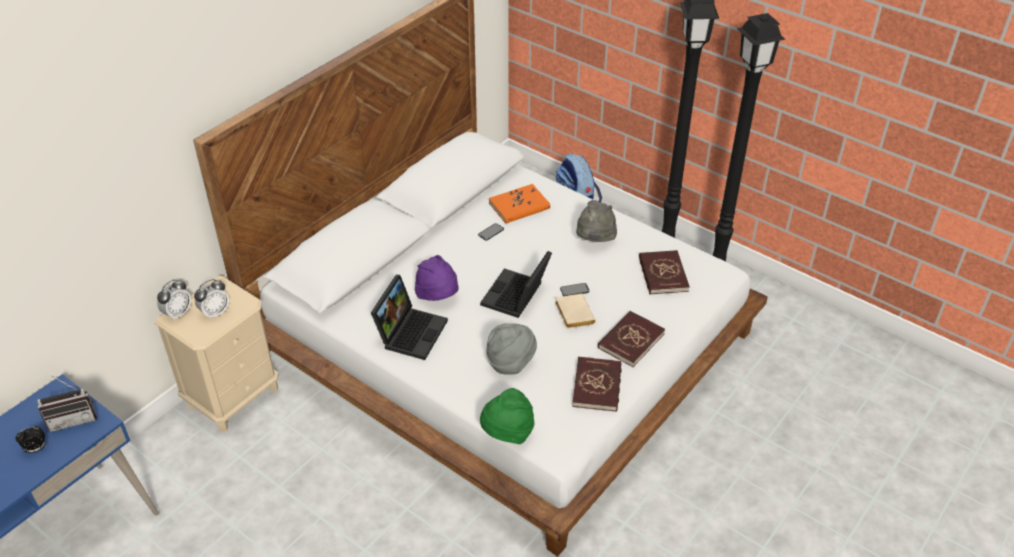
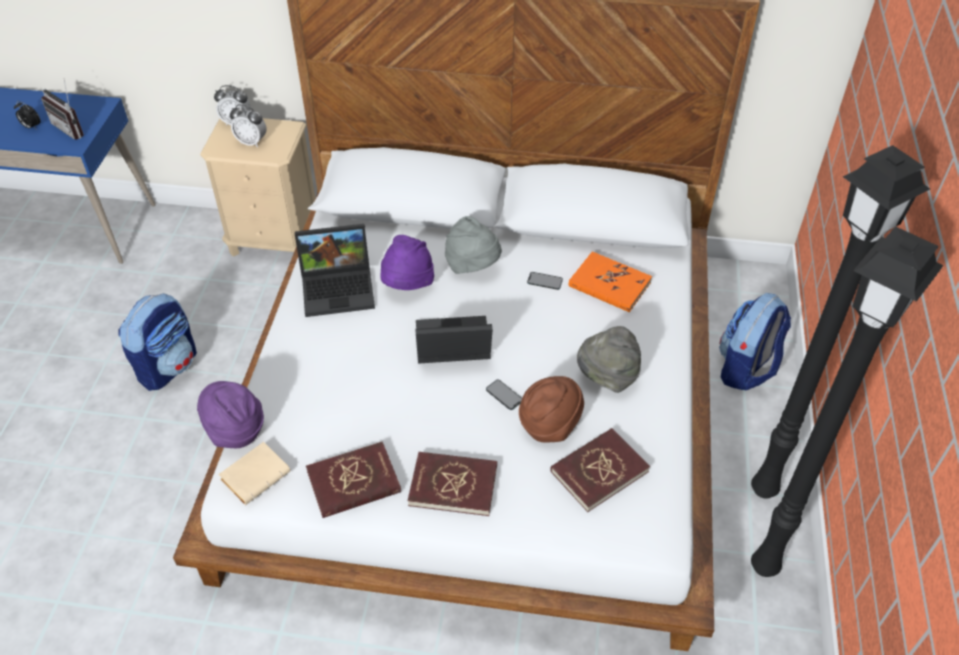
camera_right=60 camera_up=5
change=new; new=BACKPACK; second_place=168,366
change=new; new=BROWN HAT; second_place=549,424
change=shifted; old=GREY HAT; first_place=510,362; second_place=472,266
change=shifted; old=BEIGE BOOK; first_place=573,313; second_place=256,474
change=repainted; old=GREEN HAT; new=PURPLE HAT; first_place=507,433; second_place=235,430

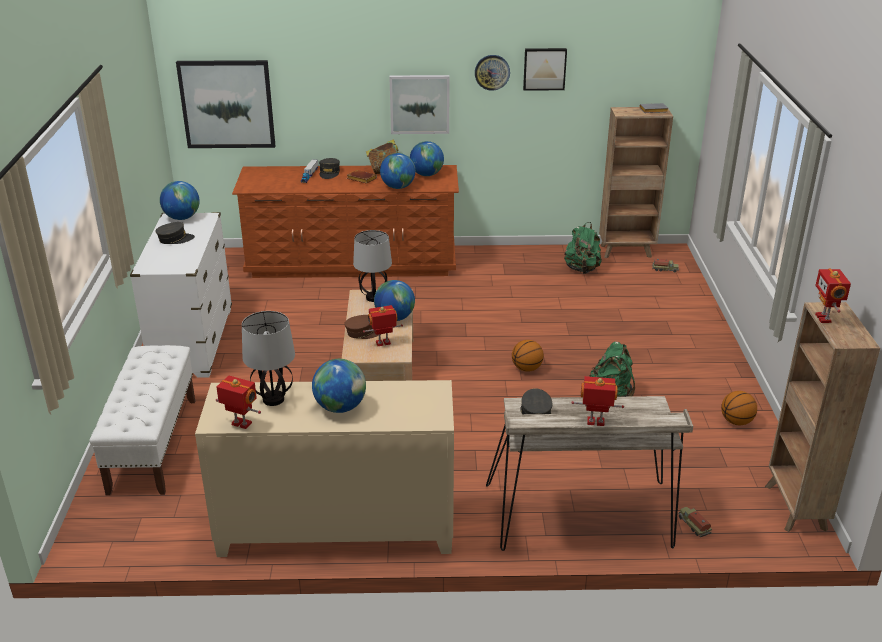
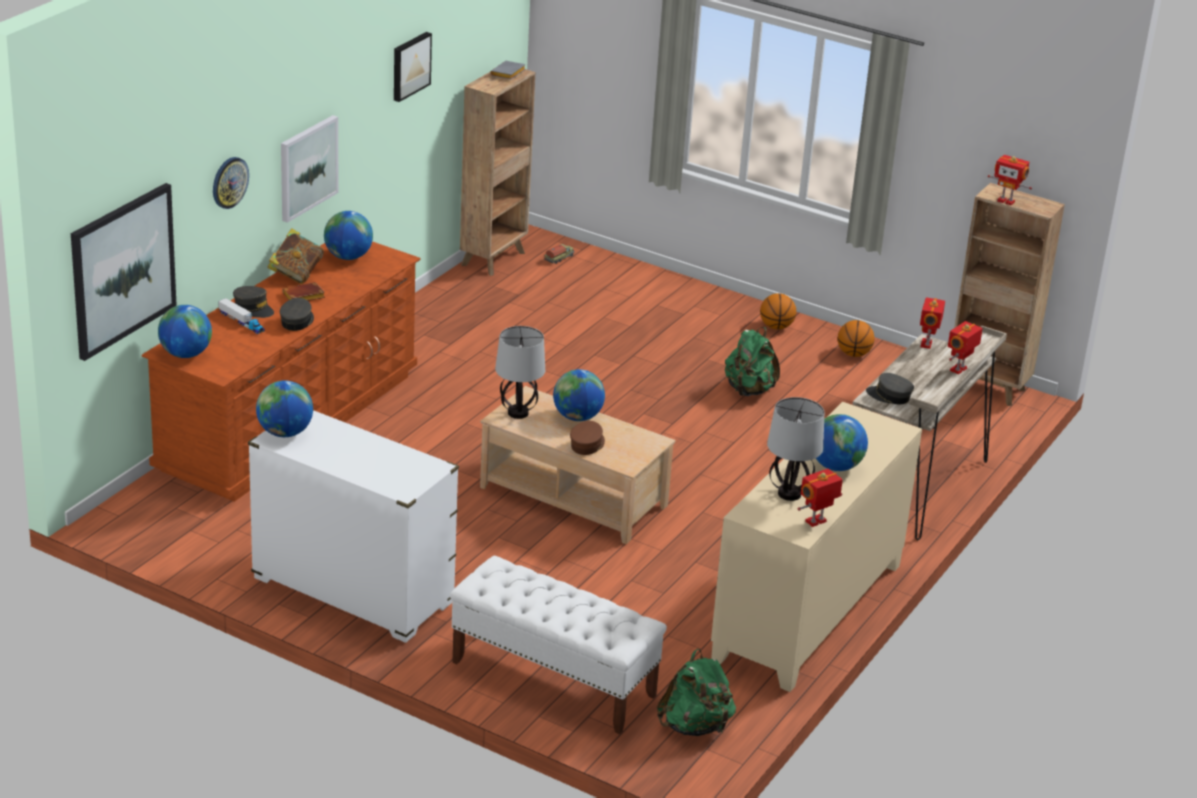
camera_right=-60 camera_up=0
change=gone; old=TOY TRUCK; first_place=693,525
change=shifted; old=GREY CAP; first_place=175,239; second_place=297,321
change=shifted; old=TOY ROBOT; first_place=383,343; second_place=927,344
change=shifted; old=GLOBE; first_place=398,187; second_place=185,354
change=shifted; old=WALL CLOCK; first_place=492,72; second_place=229,182
change=shifted; old=BASKETBALL; first_place=527,368; second_place=776,327
change=shifted; old=GREEN BACKPACK; first_place=582,269; second_place=695,726

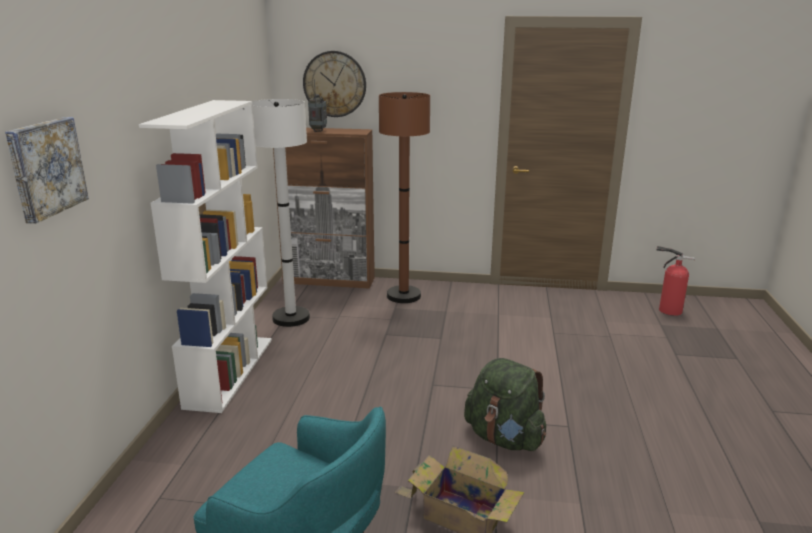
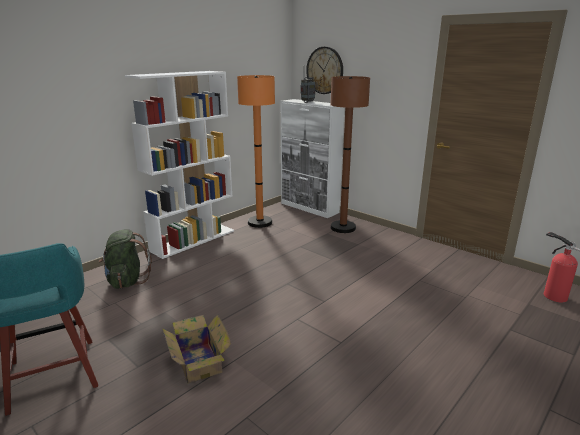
camera_right=35 camera_up=0
change=gone; old=PICTURE; first_place=45,168
change=shifted; old=GREEN BACKPACK; first_place=504,438; second_place=127,281
change=repainted; old=WHITE FLOOR LAMP; new=ORANGE FLOOR LAMP; first_place=291,318; second_place=260,222
change=repainted; old=BROWN CABINET; new=WHITE CABINET; first_place=329,280; second_place=309,208

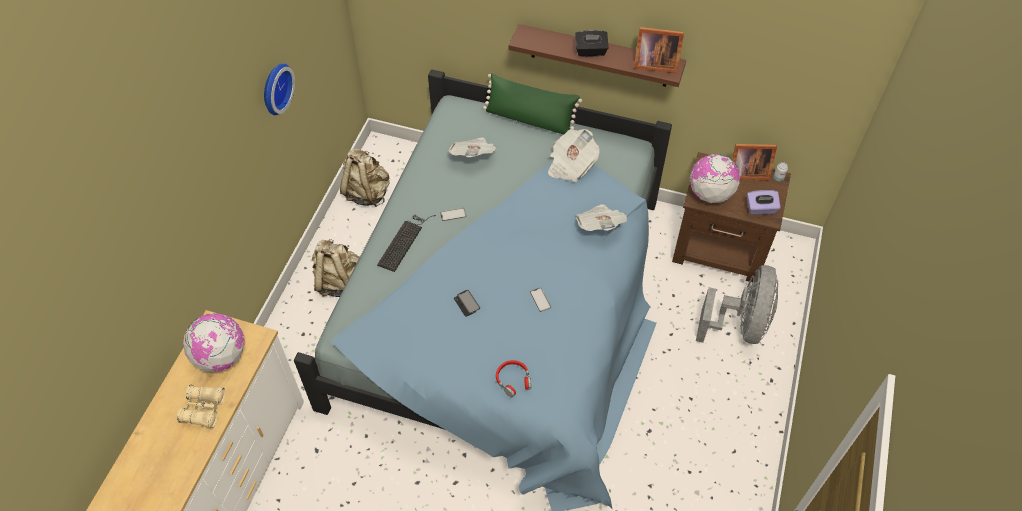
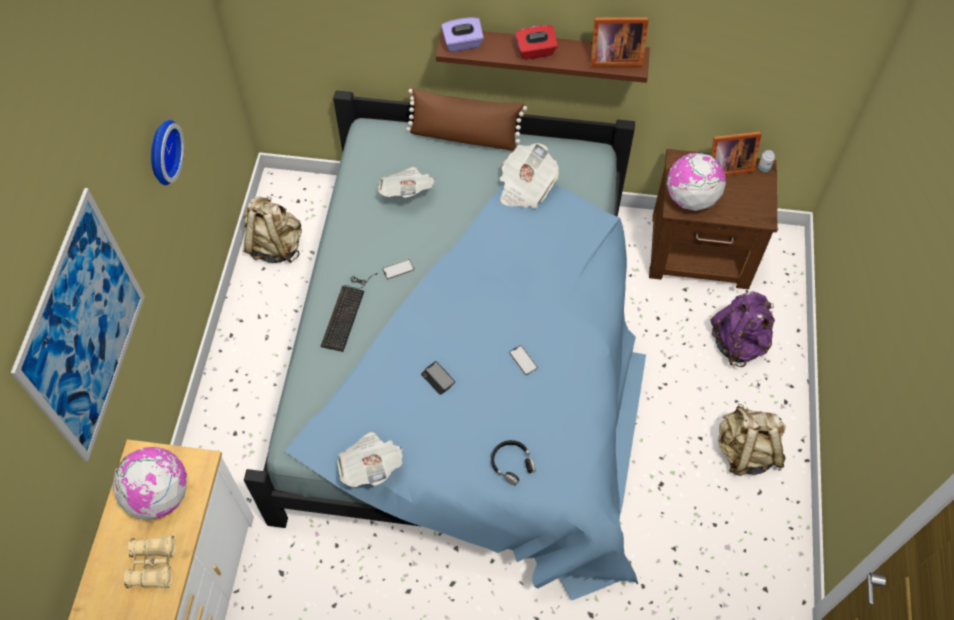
camera_right=-10 camera_up=5
change=new; new=PICTURE; second_place=84,329
change=shifted; old=BEIGE BACKPACK; first_place=339,282; second_place=745,451
change=shifted; old=NEWSPAPER; first_place=600,226; second_place=371,466
change=shifted; old=PURPLE TISSUE BOX; first_place=760,209; second_place=462,44
change=swapped; old=GREY FAN; new=PURPLE BACKPACK; first_place=740,325; second_place=739,342
change=repainted; old=GREEN PILLOW; new=BROWN PILLOW; first_place=530,120; second_place=465,136
change=repainted; old=RED HEADPHONES; new=BLACK HEADPHONES; first_place=513,380; second_place=512,464
change=repainted; old=BLACK TISSUE BOX; new=RED TISSUE BOX; first_place=590,51; second_place=535,51

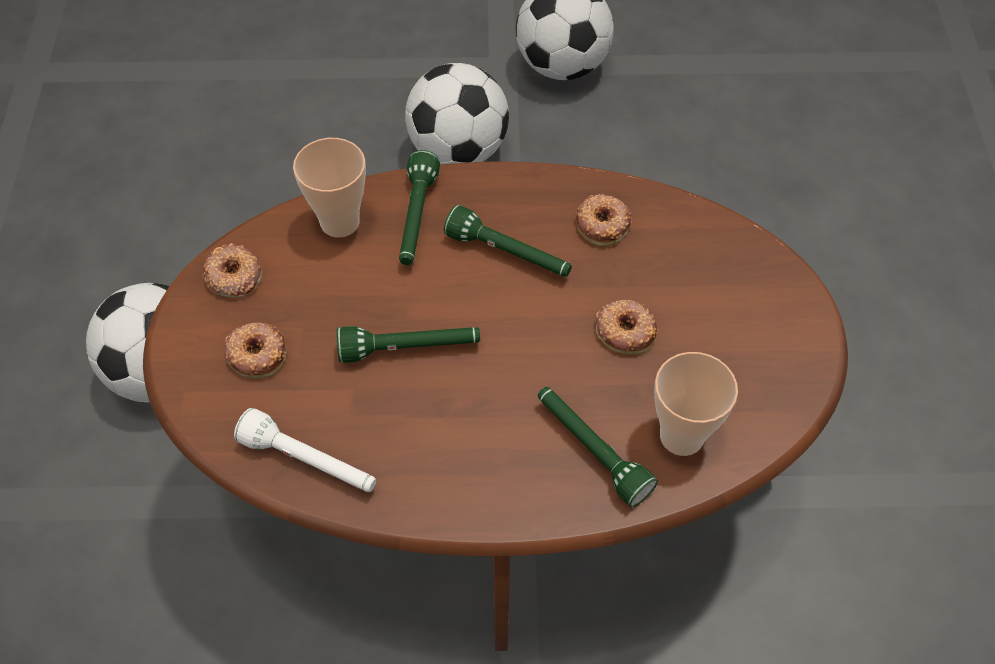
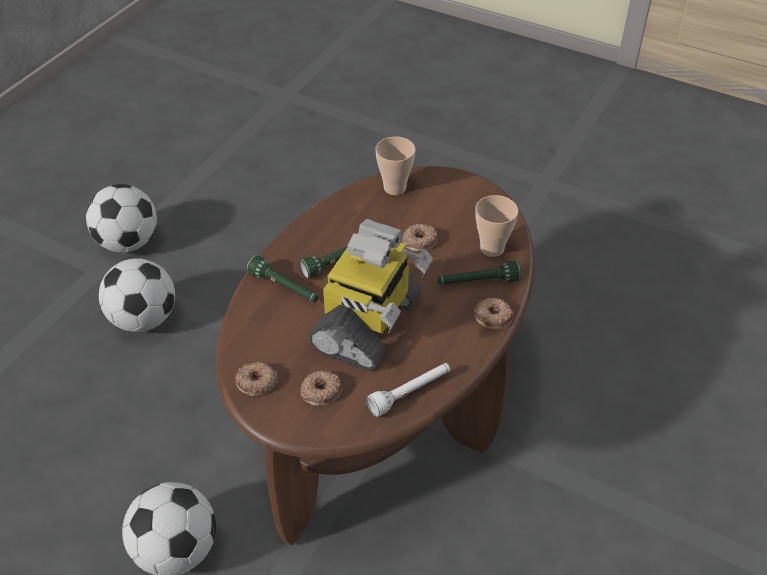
camera_right=-60 camera_up=-10
change=shifted; old=CUP; first_place=340,222; second_place=395,188
change=shifted; old=DONUT; first_place=603,223; second_place=493,316
change=swapped; old=GREEN FLASHLIGHT; new=TOY ROBOT; first_place=410,349; second_place=369,324

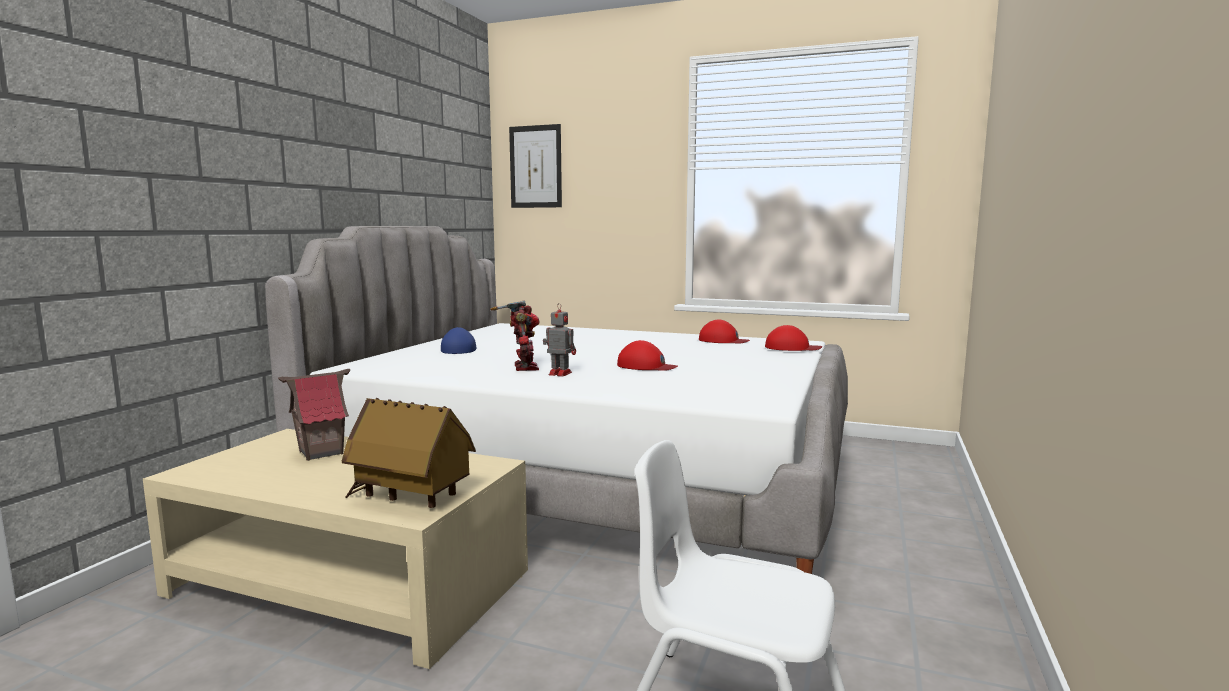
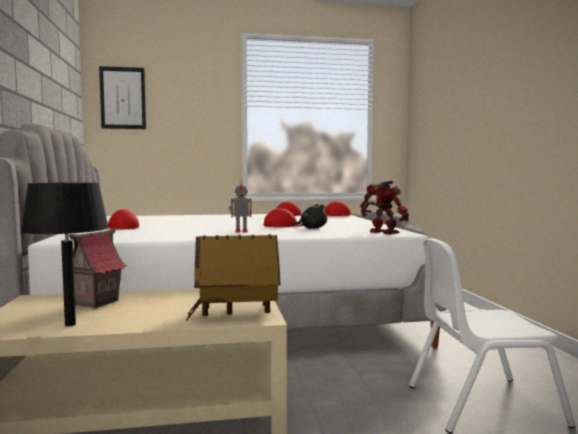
camera_right=-30 camera_up=-5
change=new; new=BLACK TABLE LAMP; second_place=70,324
change=new; new=BLACK PLUSH TOY; second_place=311,228
change=shifted; old=TOY ROBOT; first_place=523,367; second_place=383,232
change=repainted; old=BLUE CAP; new=RED CAP; first_place=459,349; second_place=122,227

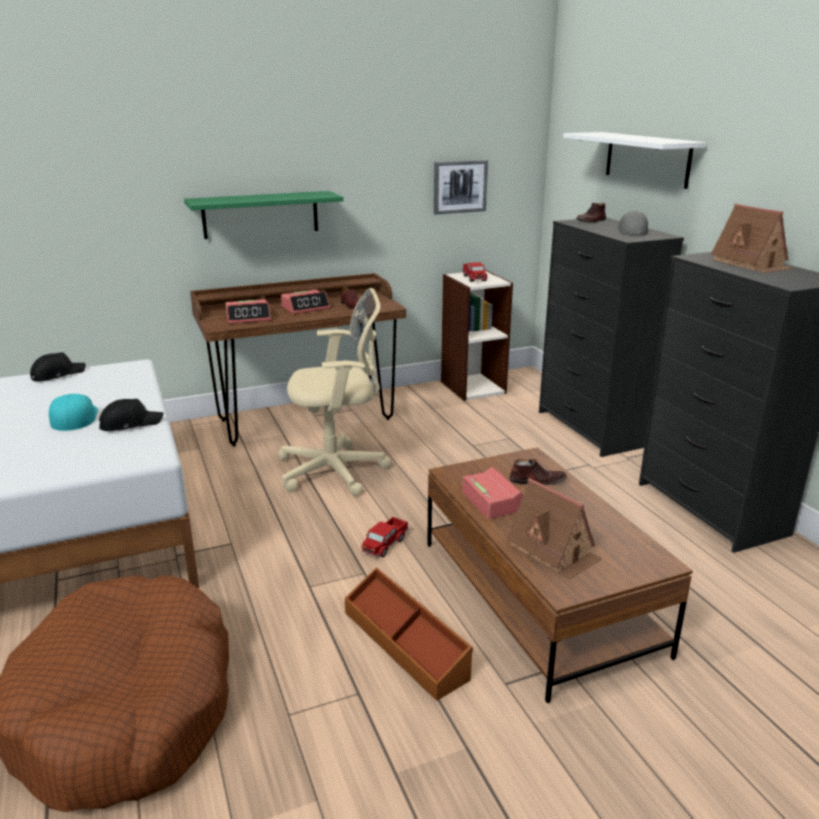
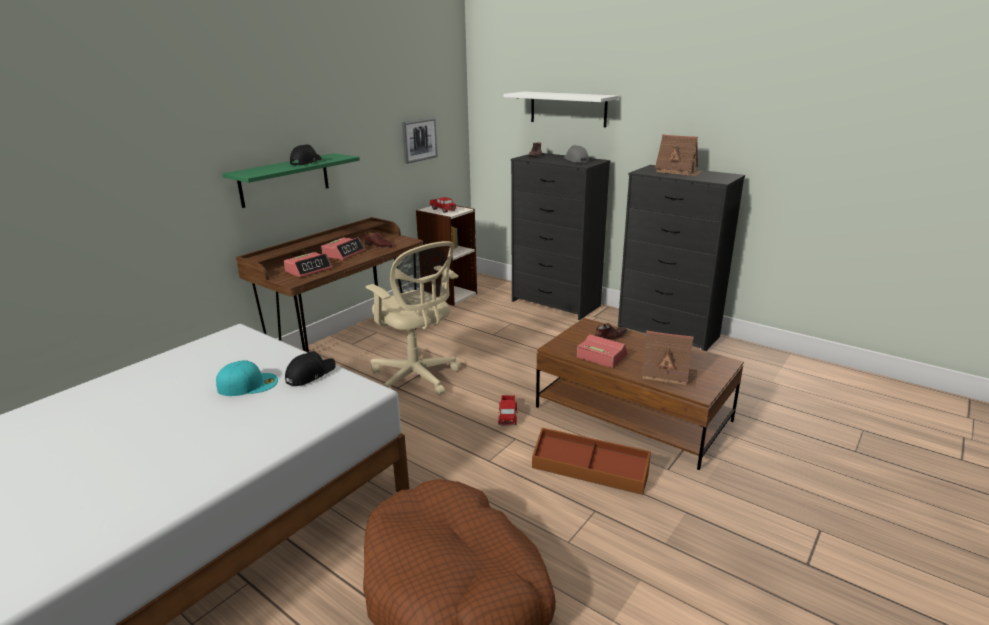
camera_right=-30 camera_up=0
change=shifted; old=BLACK CAP; first_place=57,374; second_place=305,162
change=rotated; old=TURQUOISE CAP; first_place=73,417; second_place=248,384; degrees=120
change=rotated; old=BEIGE OFFICE CHAIR; first_place=337,470; second_place=417,378; degrees=90

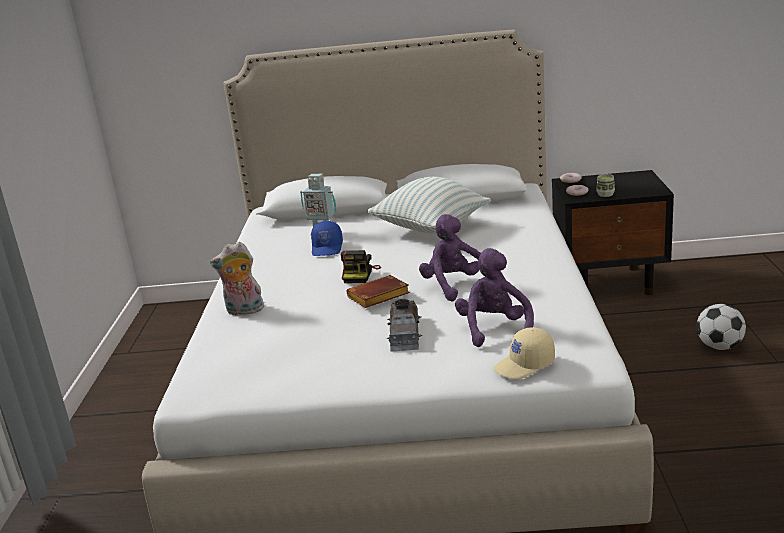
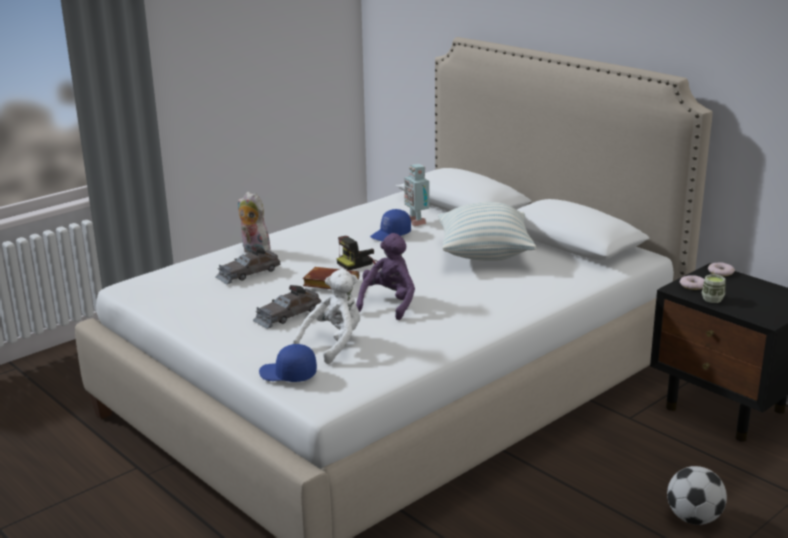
camera_right=45 camera_up=0
change=new; new=GREY TOY CAR; second_place=248,273
change=repainted; old=PURPLE PLUSH TOY; new=WHITE PLUSH TOY; first_place=494,329; second_place=334,344
change=repainted; old=BEIGE CAP; new=BLUE CAP; first_place=525,365; second_place=288,375

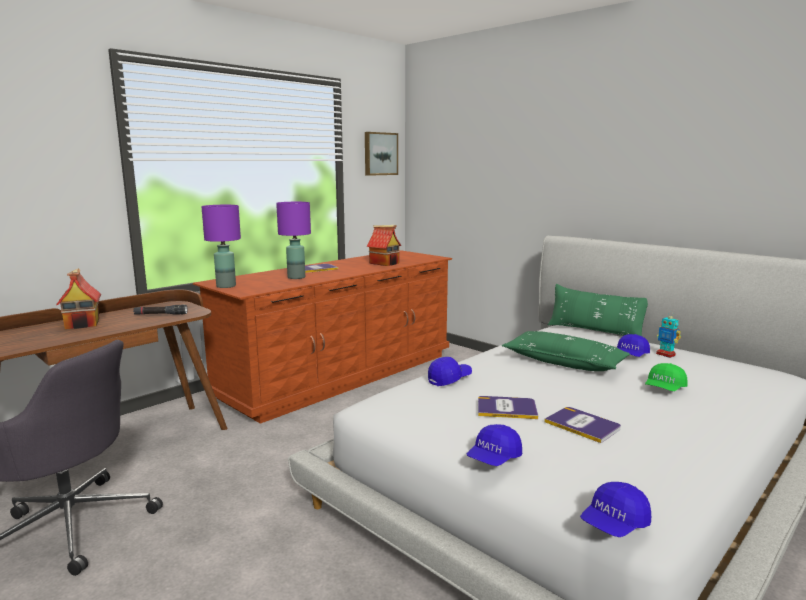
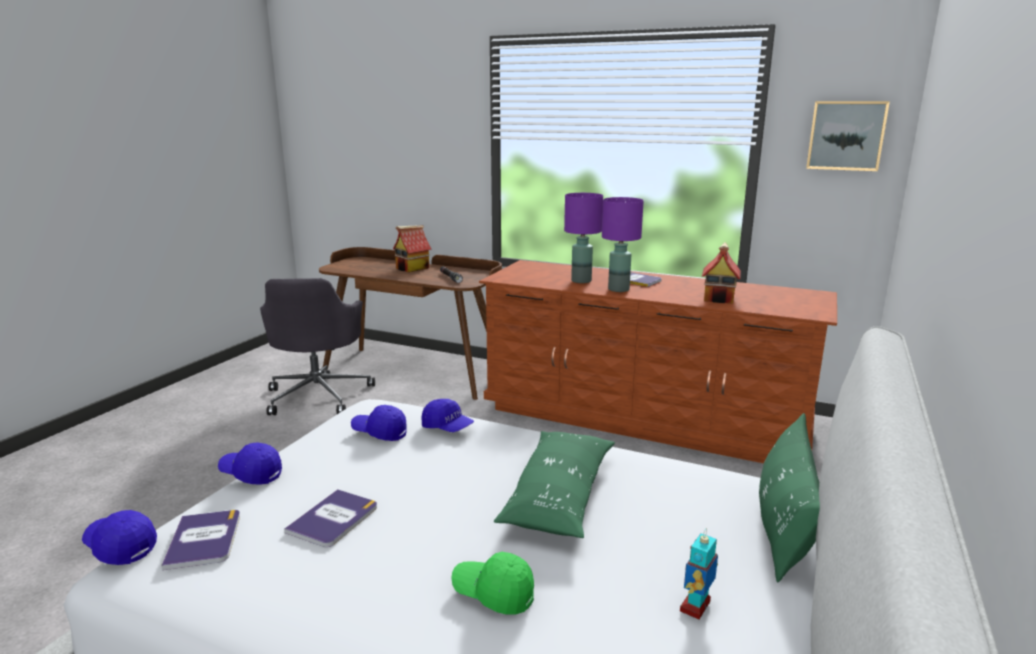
camera_right=70 camera_up=5
change=shifted; old=PURPLE TABLE LAMP; first_place=225,286; second_place=618,289
change=shifted; old=BOOK; first_place=506,408; second_place=204,540
change=shifted; old=BLUE CAP; first_place=631,355; second_place=379,432

